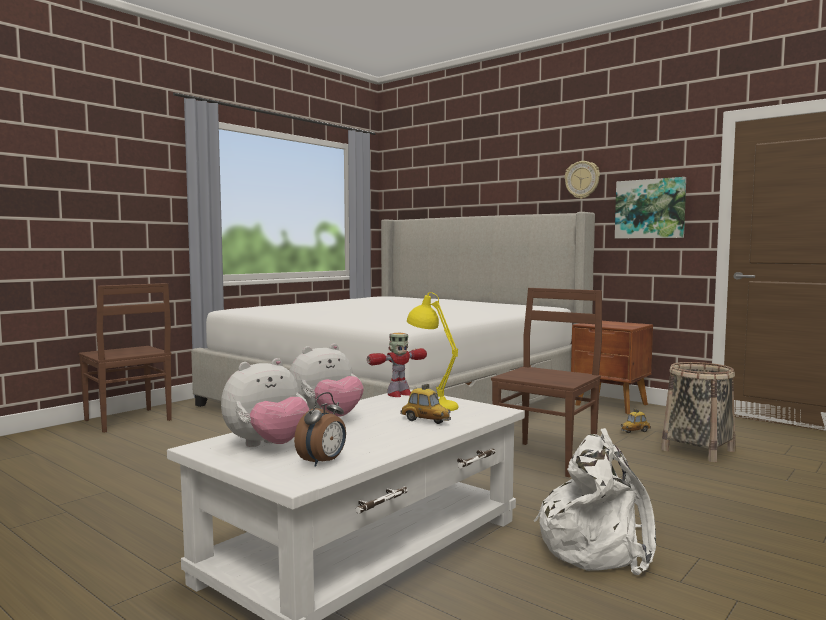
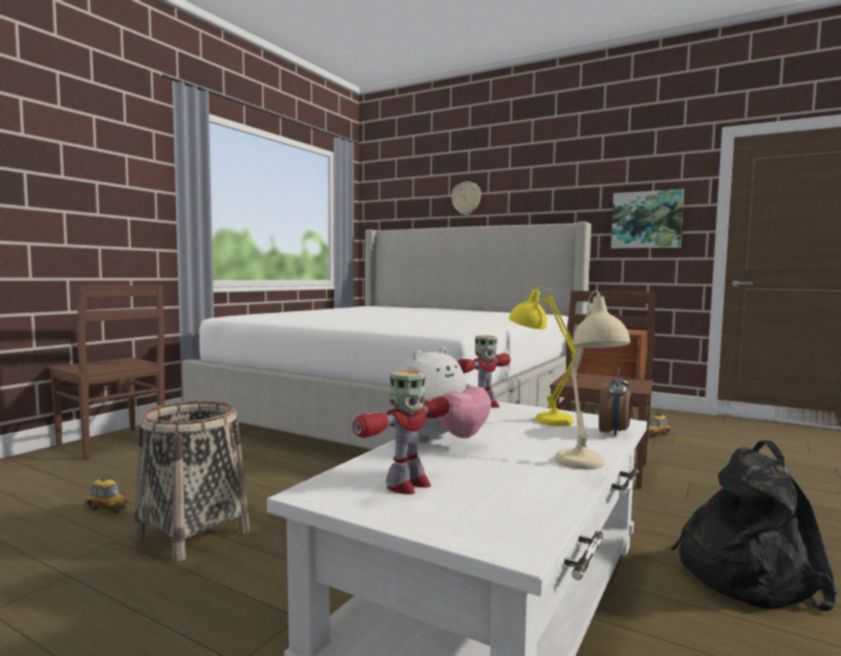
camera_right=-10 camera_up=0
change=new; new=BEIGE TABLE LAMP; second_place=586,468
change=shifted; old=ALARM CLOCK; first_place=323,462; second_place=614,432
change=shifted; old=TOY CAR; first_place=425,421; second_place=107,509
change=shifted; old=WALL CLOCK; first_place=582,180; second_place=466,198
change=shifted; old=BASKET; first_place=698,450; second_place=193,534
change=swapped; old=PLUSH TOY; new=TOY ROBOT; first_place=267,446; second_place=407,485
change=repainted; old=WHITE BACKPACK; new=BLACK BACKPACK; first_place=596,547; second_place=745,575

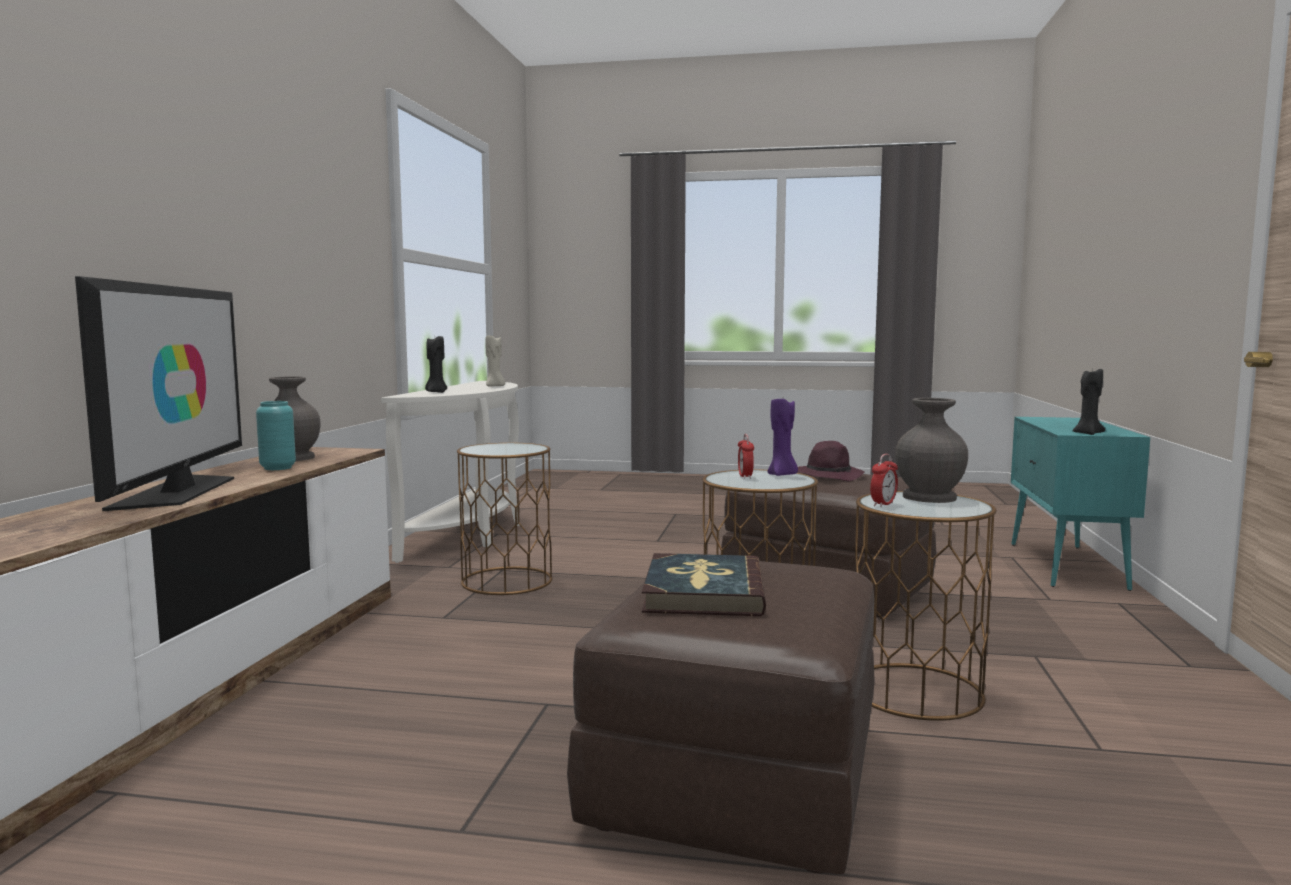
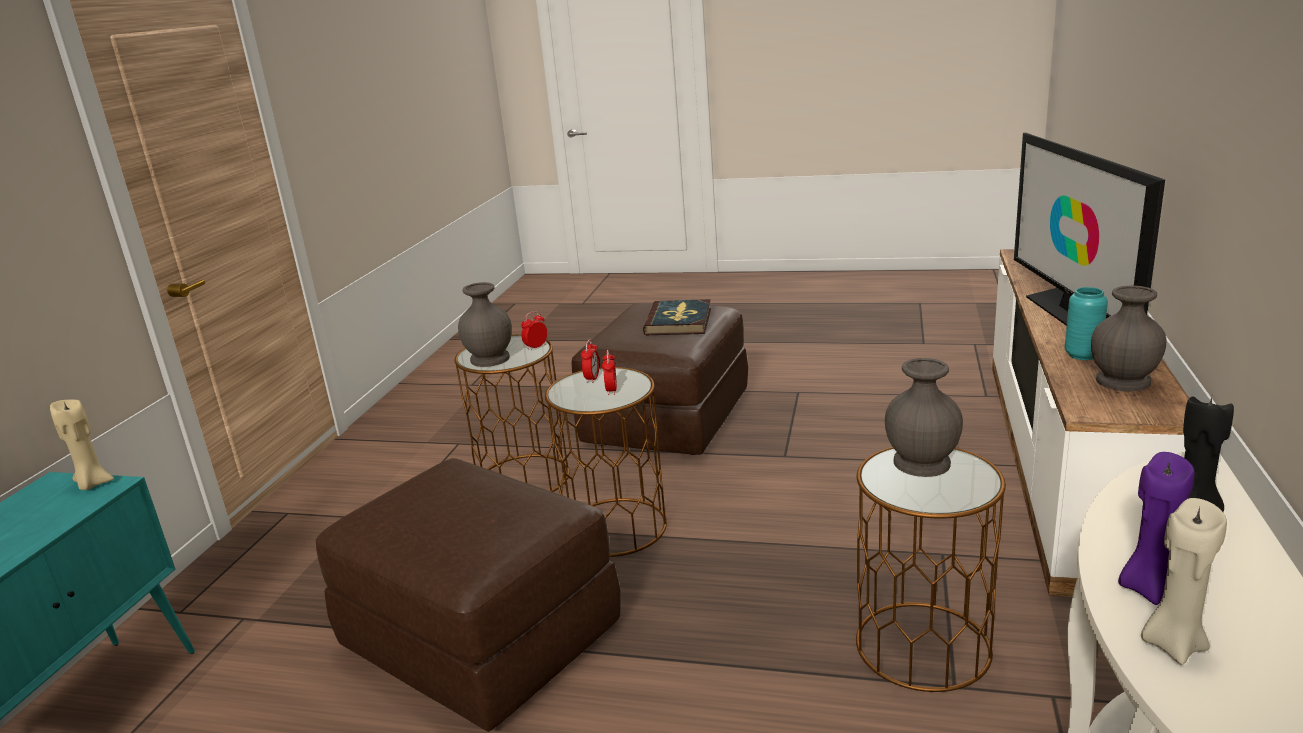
camera_right=-175 camera_up=15
change=gone; old=PURPLE HAT; first_place=829,476
change=new; new=ALARM CLOCK; second_place=592,378
change=new; new=GREY VASE; second_place=922,463
change=shifted; old=PURPLE CANDLE; first_place=782,475; second_place=1147,588
change=repainted; old=BLACK CANDLE; new=BEIGE CANDLE; first_place=1087,433; second_place=93,484

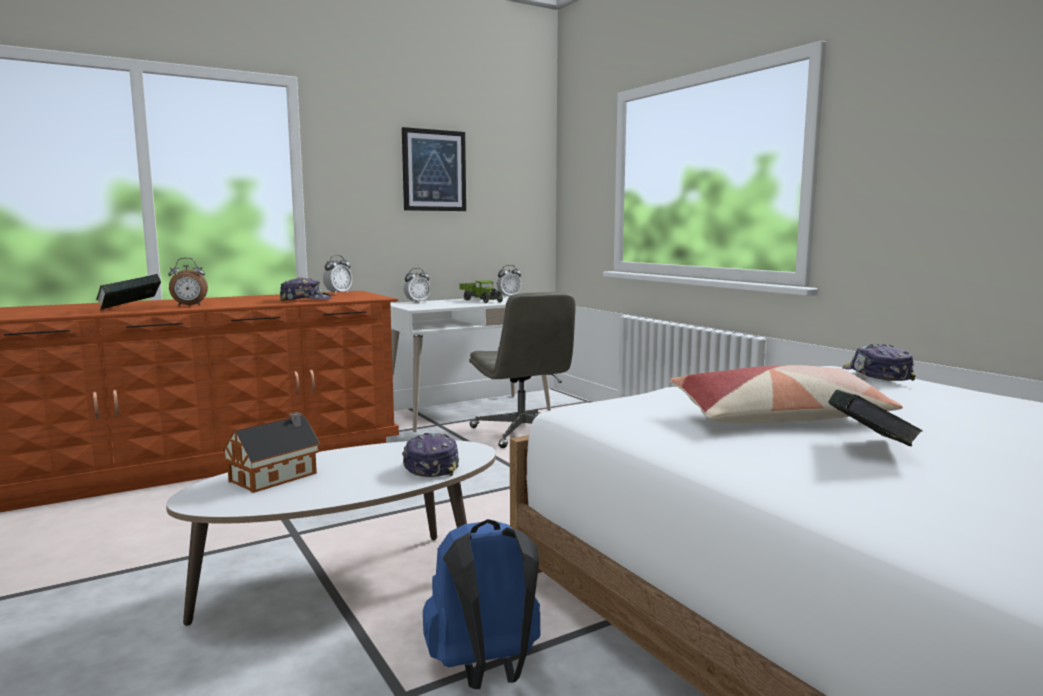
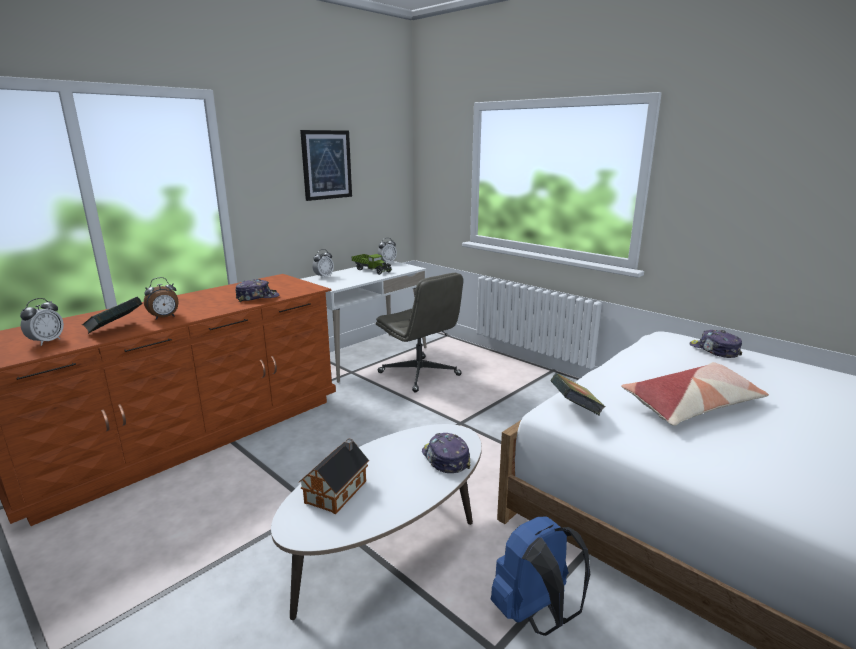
camera_right=-15 camera_up=10
change=shifted; old=ALARM CLOCK; first_place=338,293; second_place=47,341
change=shifted; old=BOOK; first_place=869,446; second_place=574,410

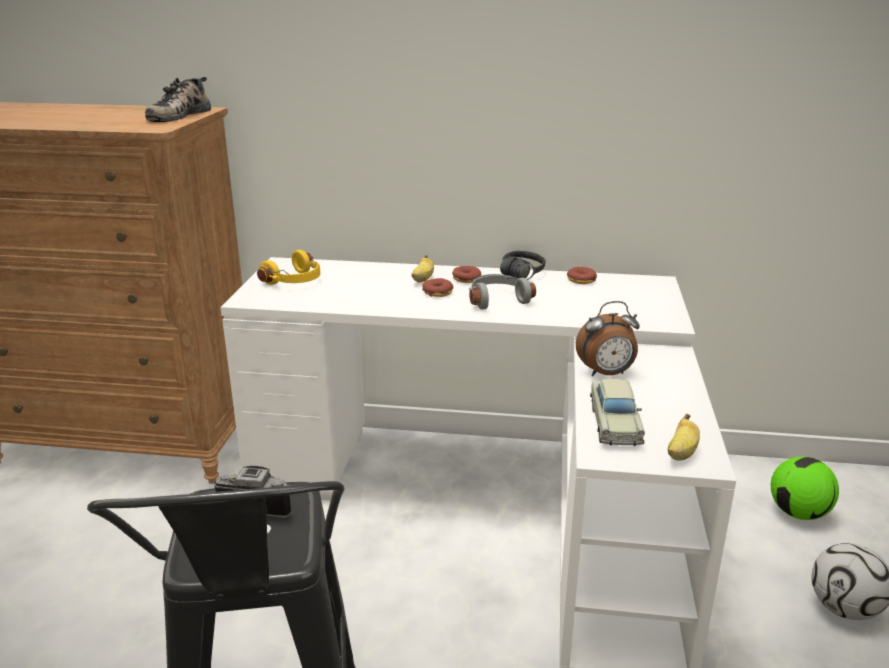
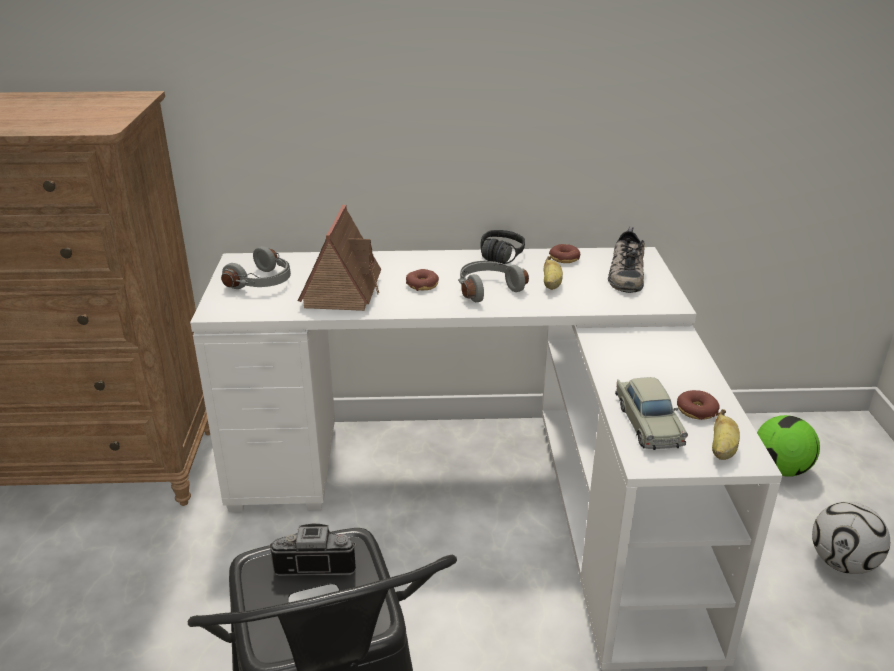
camera_right=-10 camera_up=5
change=gone; old=ALARM CLOCK; first_place=606,374
change=new; new=TOY HOUSE; second_place=342,290
change=shifted; old=SHOE; first_place=178,115; second_place=624,274
change=shifted; old=BANANA; first_place=422,279; second_place=551,285
change=shifted; old=DONUT; first_place=466,279; second_place=696,411
change=repainted; old=YELLOW HEADPHONES; new=GREY HEADPHONES; first_place=295,281; second_place=263,282

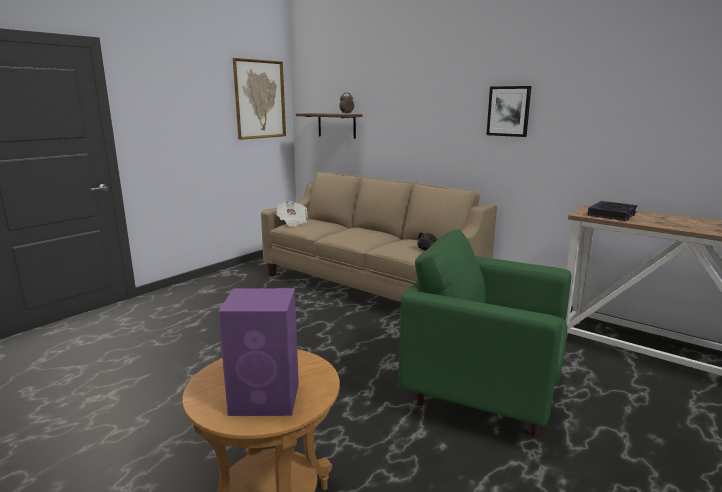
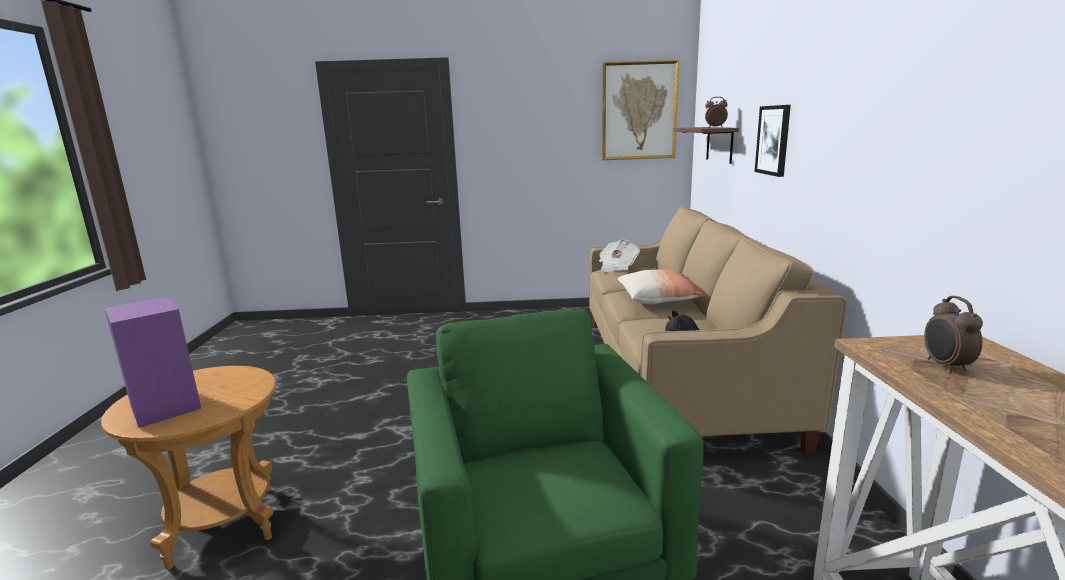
camera_right=50 camera_up=0
change=new; new=PILLOW; second_place=659,299
change=shifted; old=PICTURE; first_place=508,111; second_place=773,140
change=swapped; old=BOOK; new=ALARM CLOCK; first_place=612,214; second_place=945,366

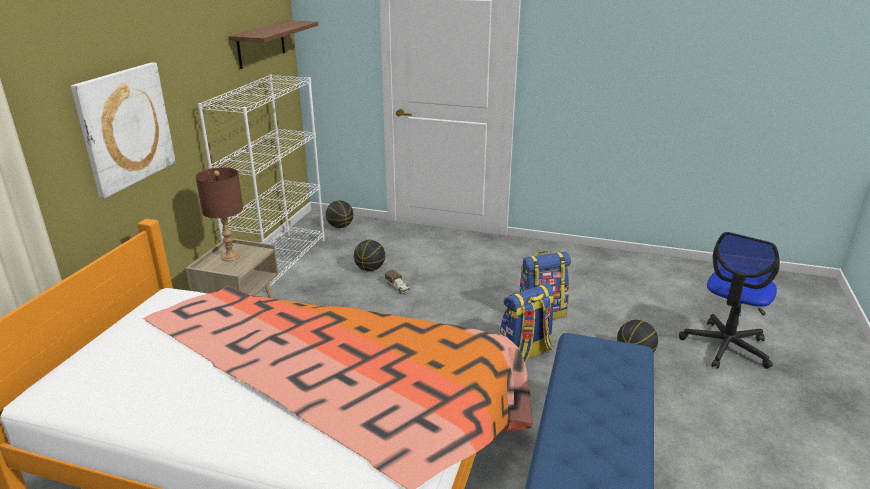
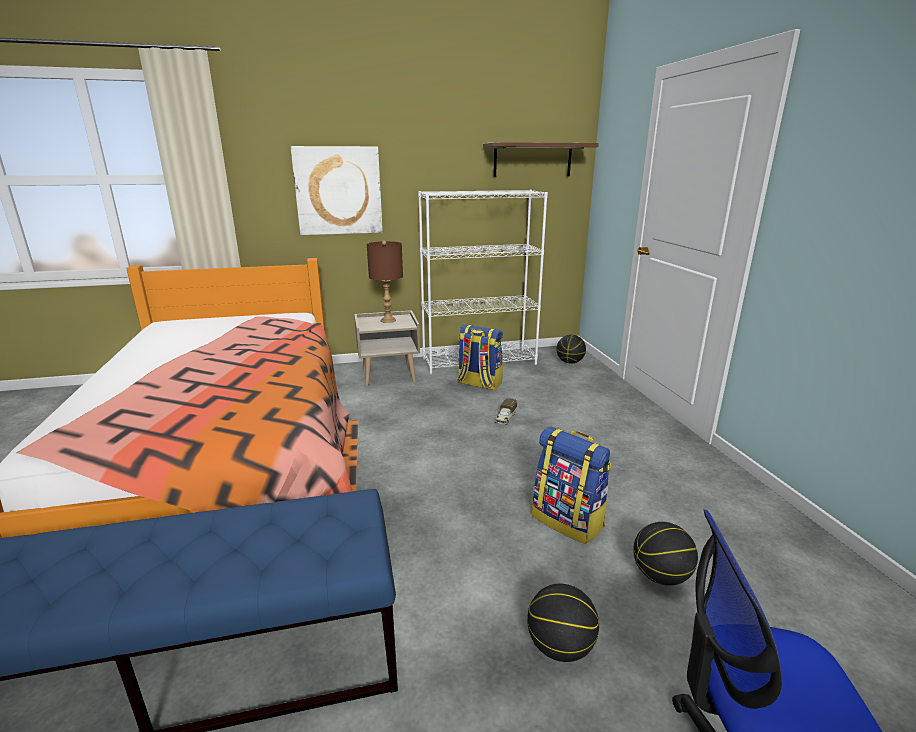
camera_right=60 camera_up=-5
change=shifted; old=BASKETBALL; first_place=370,269; second_place=660,576
change=shifted; old=BACKPACK; first_place=525,353; second_place=479,384

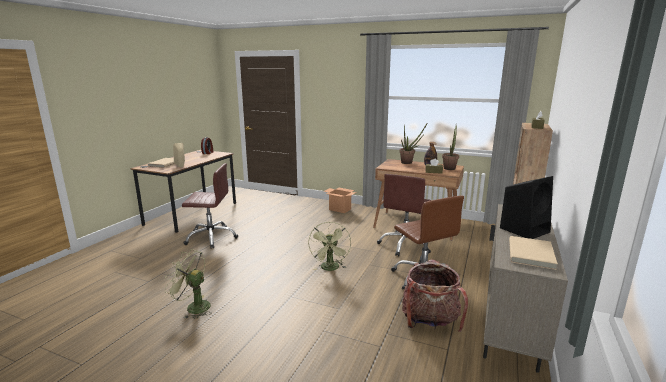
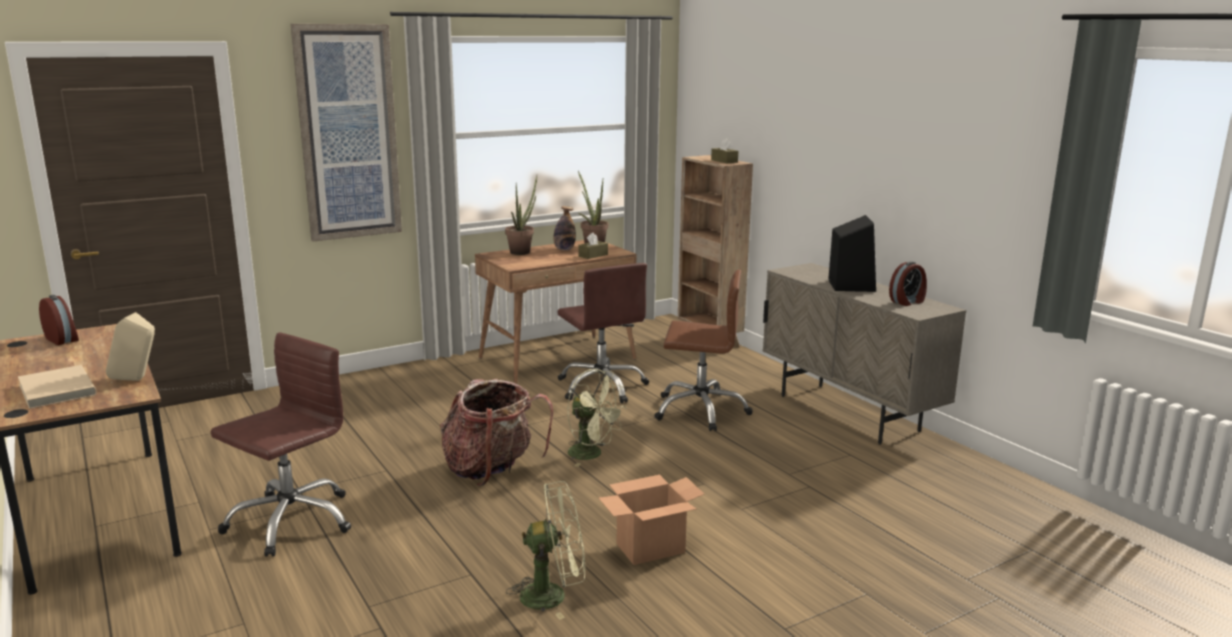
camera_right=-55 camera_up=0
change=new; new=PICTURE; second_place=348,133
change=shifted; old=CARDBOARD BOX; first_place=339,209; second_place=650,549
change=shifted; old=BACKPACK; first_place=429,322; second_place=492,470
change=swapped; old=BEIGE BOOK; new=ALARM CLOCK; first_place=532,254; second_place=907,302
change=rotated; old=GREEN FAN; first_place=193,307; second_place=553,595; degrees=-150

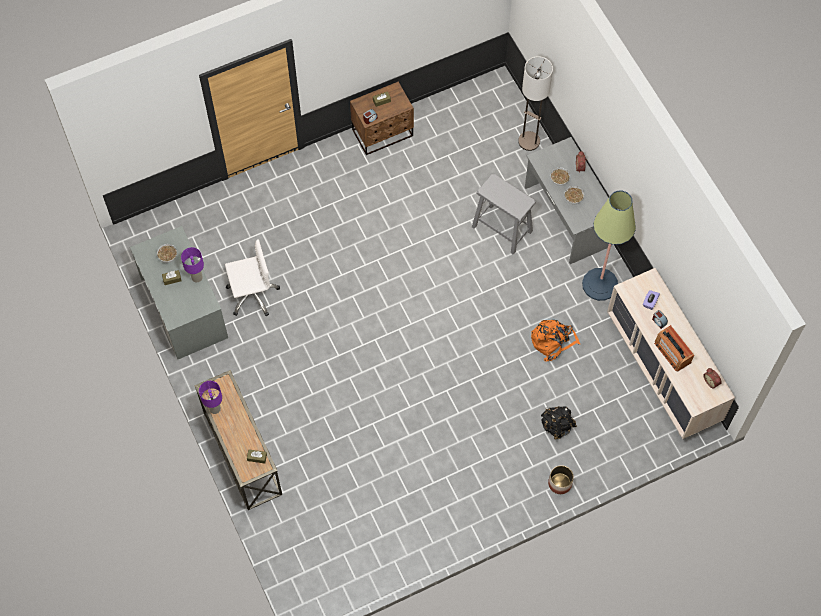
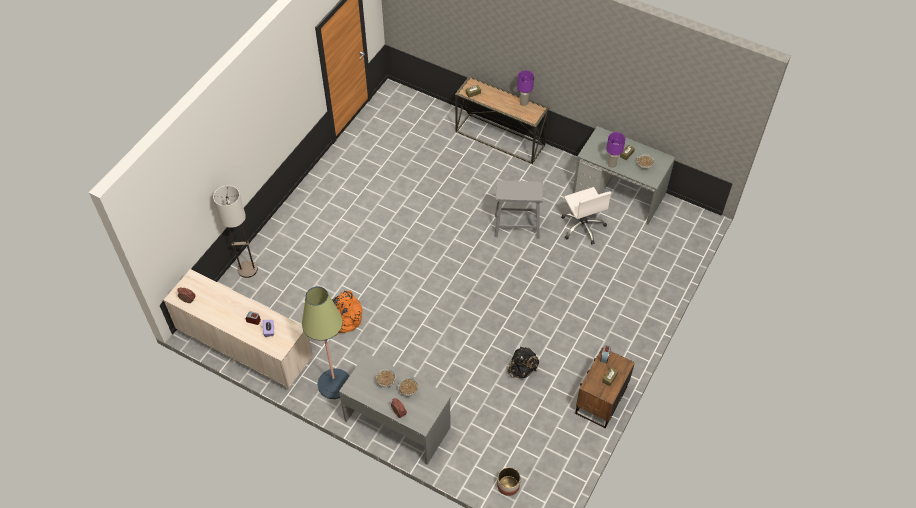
camera_right=145 camera_up=-10
change=gone; old=RADIO; first_place=672,352
change=shifted; old=GREY STOOL; first_place=502,228; second_place=517,226
change=shifted; old=FLOOR LAMP; first_place=529,141; second_place=247,269
change=shifted; old=BLACK BACKPACK; first_place=557,426; second_place=522,369
change=shifted; old=PLANTER; first_place=559,483; second_place=508,485
change=rotated; old=WHITE OFFICE CHAIR; first_place=252,294; second_place=582,227; degrees=-60

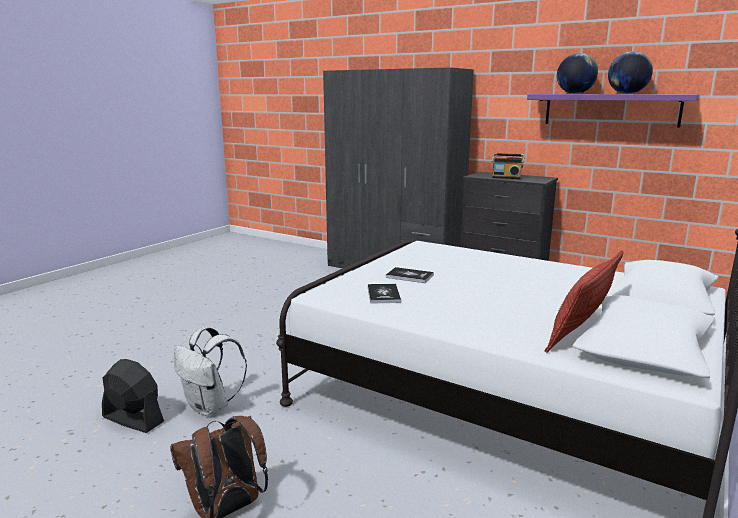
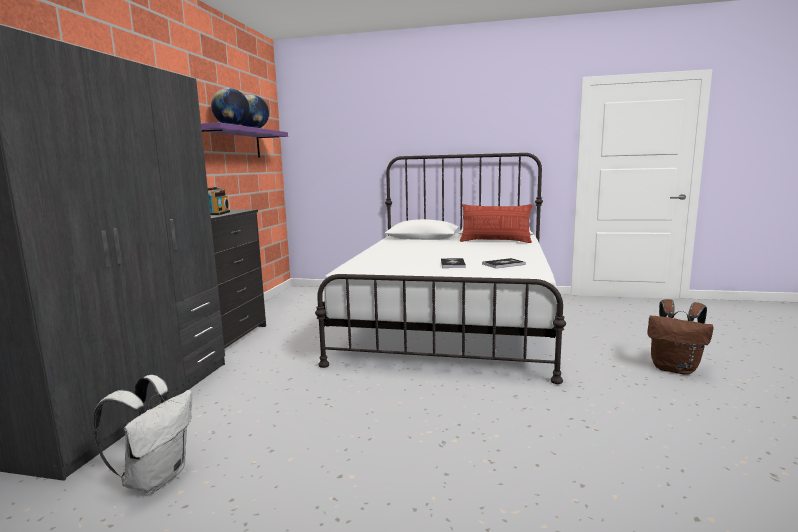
camera_right=-110 camera_up=-5
change=gone; old=BLACK FAN; first_place=133,419
change=shifted; old=WHITE BACKPACK; first_place=210,406; second_place=156,478

